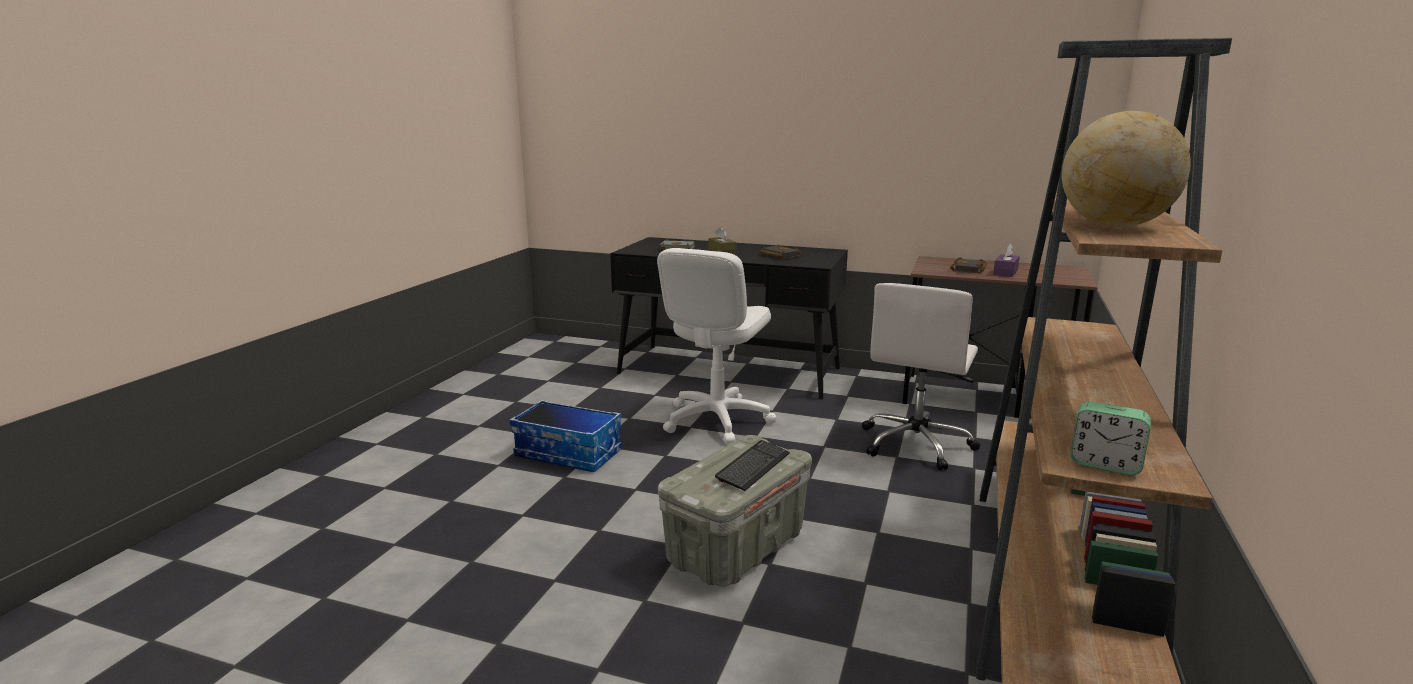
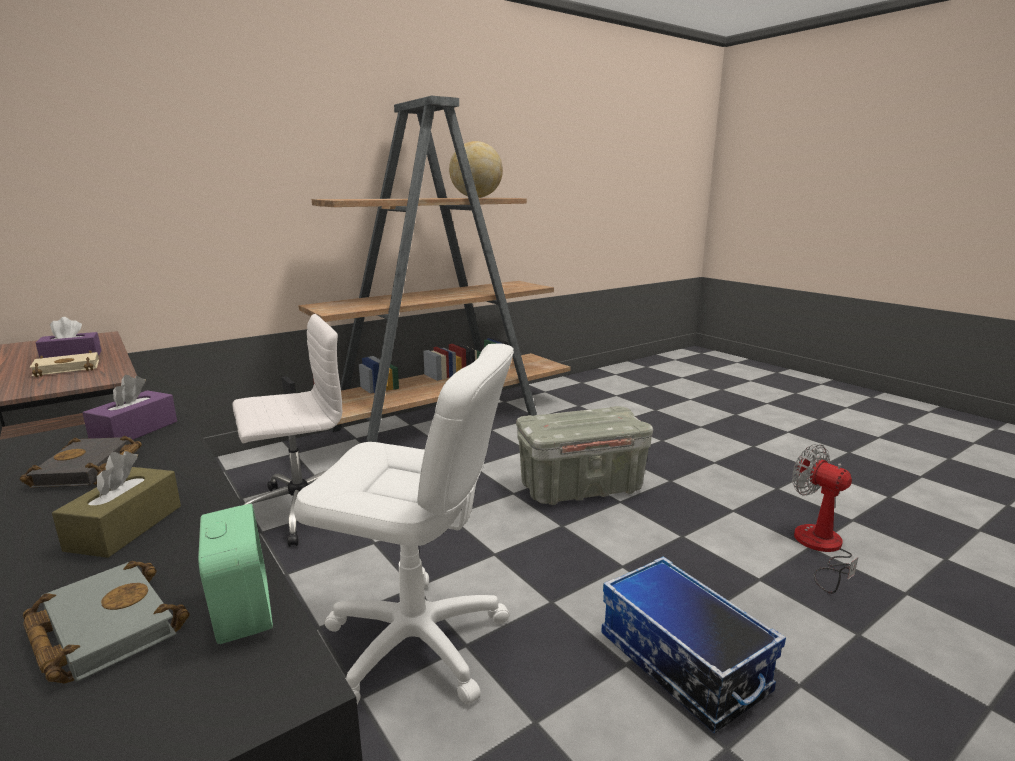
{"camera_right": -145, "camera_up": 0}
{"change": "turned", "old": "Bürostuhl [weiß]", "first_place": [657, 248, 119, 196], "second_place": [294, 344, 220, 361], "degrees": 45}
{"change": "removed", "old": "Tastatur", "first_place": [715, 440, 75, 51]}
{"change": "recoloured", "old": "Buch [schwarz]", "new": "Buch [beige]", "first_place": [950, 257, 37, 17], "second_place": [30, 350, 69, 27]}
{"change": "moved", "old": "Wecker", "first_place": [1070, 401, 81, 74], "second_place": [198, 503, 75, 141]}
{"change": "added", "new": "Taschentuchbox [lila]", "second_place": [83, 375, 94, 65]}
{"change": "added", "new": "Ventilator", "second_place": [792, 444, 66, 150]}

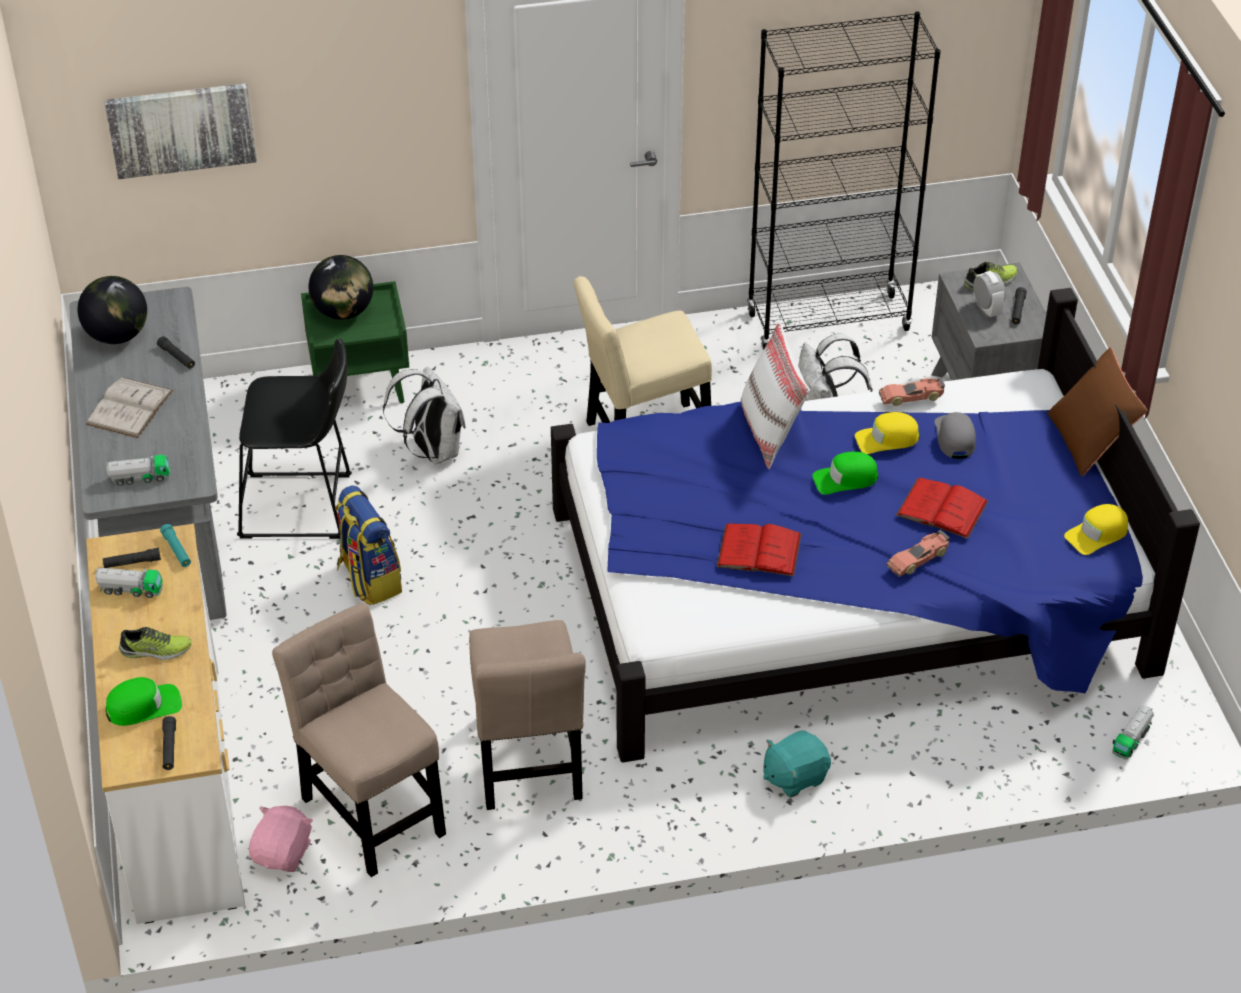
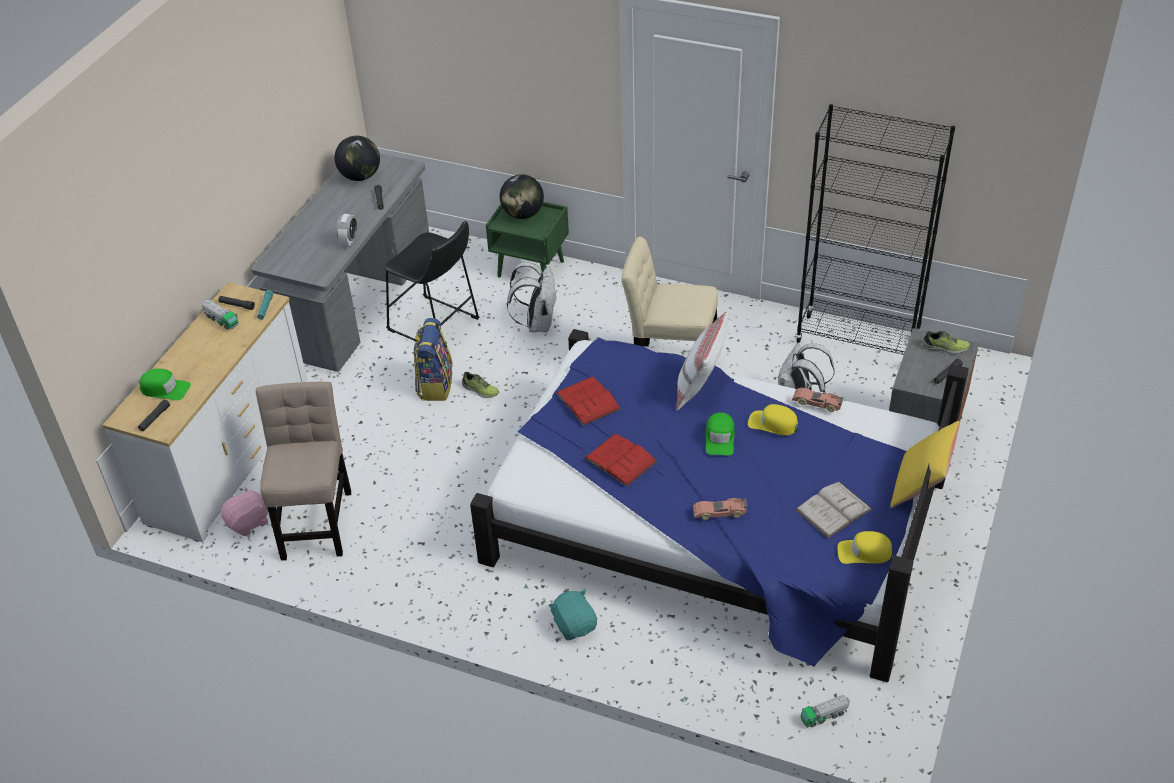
{"camera_right": 35, "camera_up": 0}
{"change": "moved", "old": "Buch [weiß]", "first_place": [86, 377, 87, 61], "second_place": [796, 482, 76, 56]}
{"change": "removed", "old": "Bild", "first_place": [104, 83, 153, 96]}
{"change": "removed", "old": "Spielzeuglaster", "first_place": [106, 454, 64, 32]}
{"change": "moved", "old": "Schuh", "first_place": [119, 627, 72, 33], "second_place": [462, 372, 37, 26]}
{"change": "removed", "old": "Stuhl [beige]", "first_place": [469, 620, 117, 190]}
{"change": "turned", "old": "Plüschtier [türkis]", "first_place": [763, 730, 68, 68], "second_place": [548, 589, 49, 51], "degrees": 60}
{"change": "turned", "old": "Kappe [grün]", "first_place": [812, 451, 66, 44], "second_place": [706, 412, 29, 44], "degrees": -105}
{"change": "moved", "old": "Buch [rot]", "first_place": [896, 478, 92, 61], "second_place": [556, 376, 65, 50]}
{"change": "removed", "old": "Kappe [grau]", "first_place": [934, 412, 42, 47]}
{"change": "moved", "old": "Wecker", "first_place": [973, 271, 33, 47], "second_place": [336, 214, 21, 33]}
{"change": "recoloured", "old": "Kissen [braun]", "new": "Kissen [gelb]", "first_place": [1048, 347, 99, 130], "second_place": [890, 421, 70, 87]}

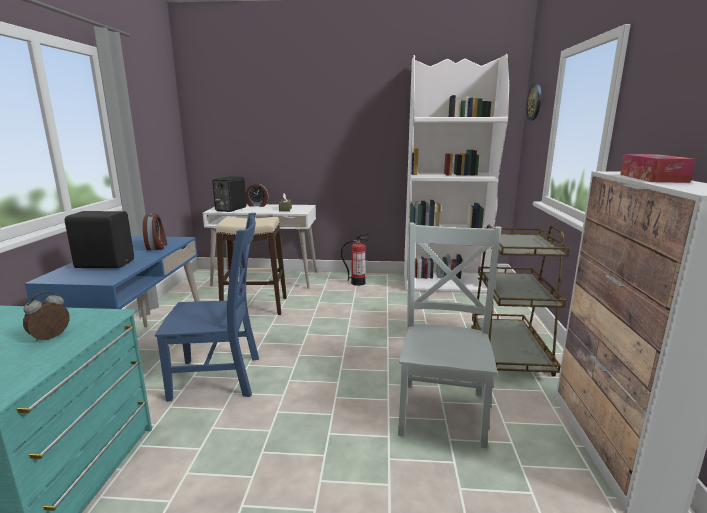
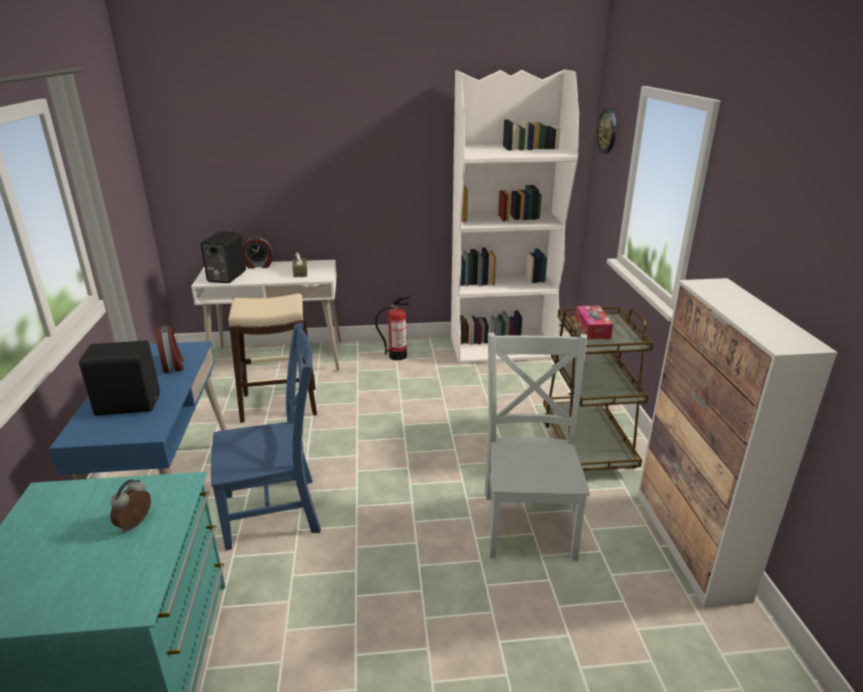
{"camera_right": -10, "camera_up": 10}
{"change": "moved", "old": "Taschentuchbox", "first_place": [620, 154, 76, 29], "second_place": [575, 306, 38, 33]}

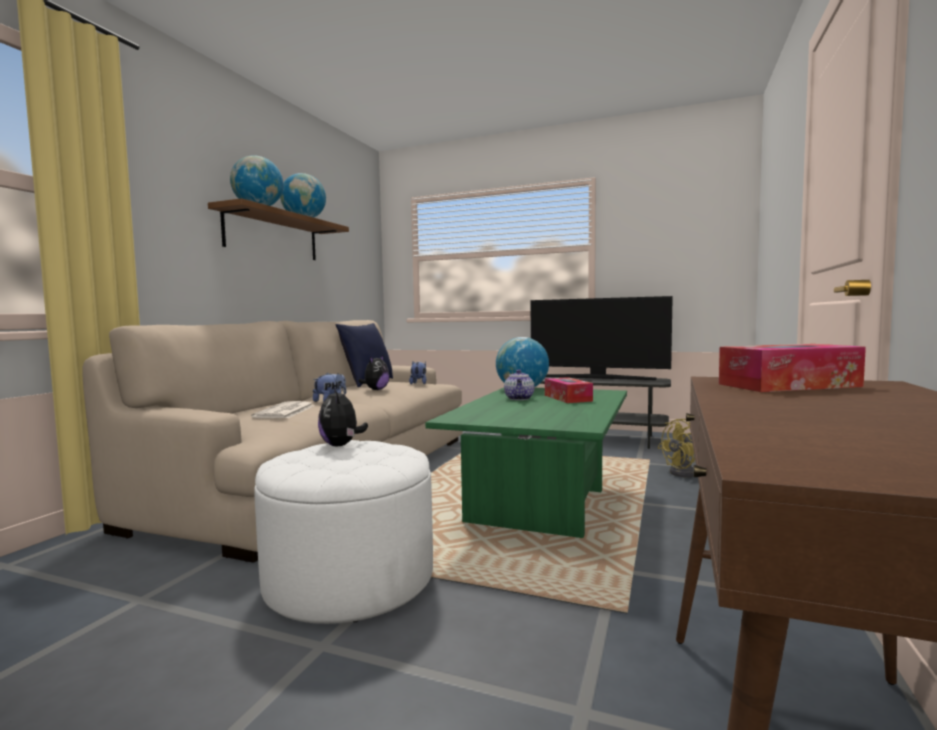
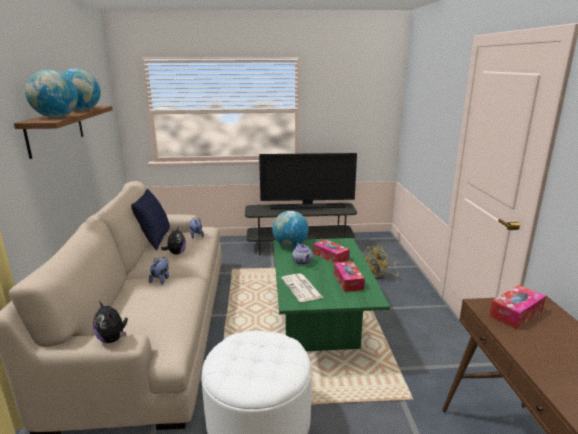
{"camera_right": -25, "camera_up": 15}
{"change": "moved", "old": "Zeitung", "first_place": [251, 401, 62, 17], "second_place": [281, 274, 42, 28]}
{"change": "moved", "old": "Plüschtier", "first_place": [318, 388, 50, 58], "second_place": [93, 301, 35, 42]}
{"change": "added", "new": "Taschentuchbox", "second_place": [334, 261, 31, 31]}

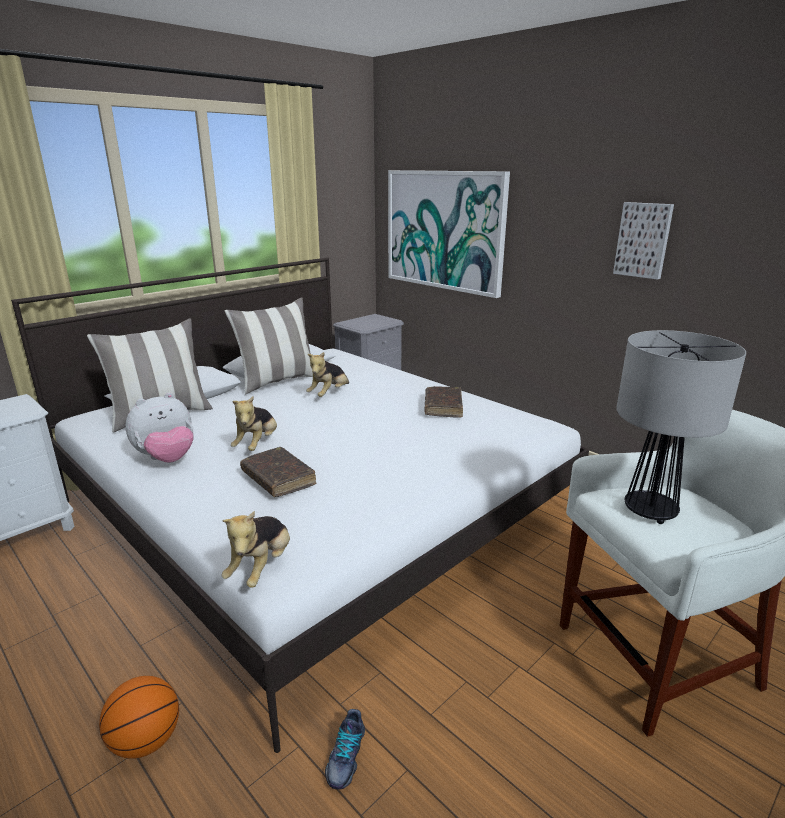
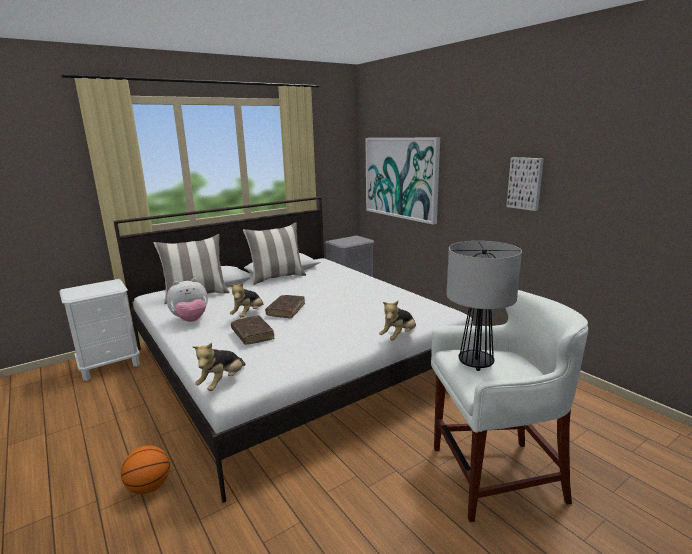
{"camera_right": 10, "camera_up": -5}
{"change": "moved", "old": "Plüschtier", "first_place": [306, 352, 43, 45], "second_place": [379, 301, 37, 40]}
{"change": "removed", "old": "Schuh", "first_place": [325, 709, 40, 81]}
{"change": "moved", "old": "Buch [braun]", "first_place": [424, 386, 39, 32], "second_place": [265, 295, 40, 23]}

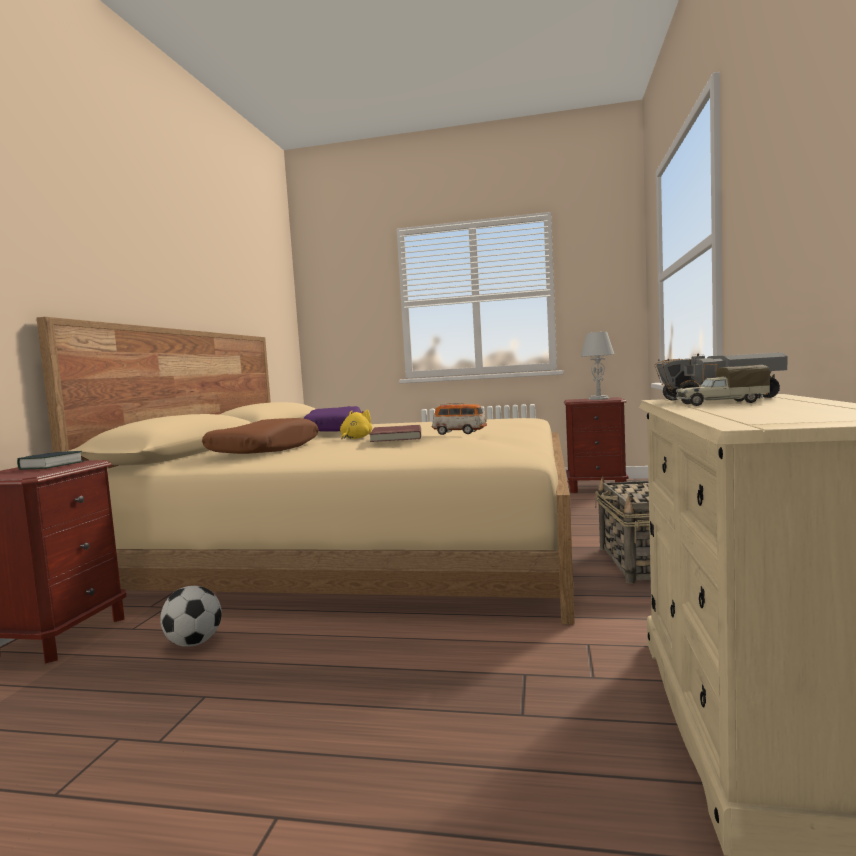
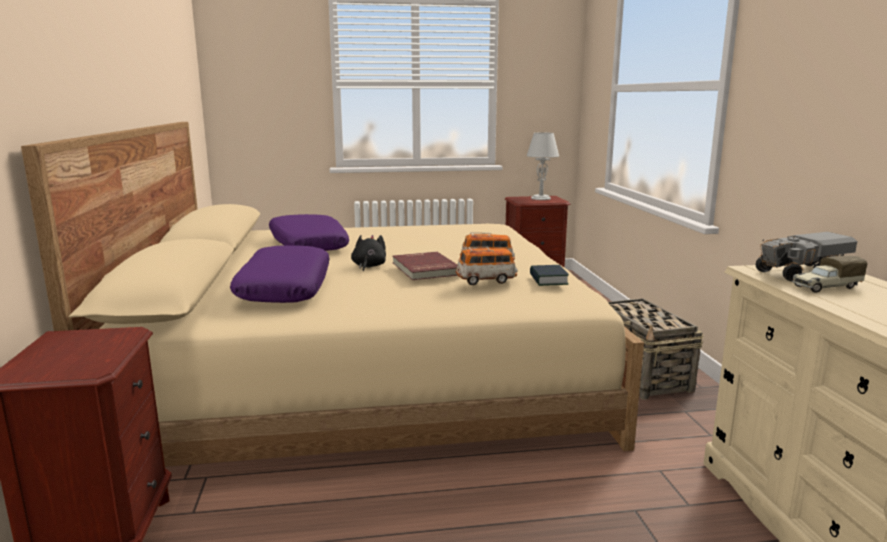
{"camera_right": -20, "camera_up": 10}
{"change": "moved", "old": "Buch", "first_place": [17, 451, 67, 19], "second_place": [530, 265, 39, 21]}
{"change": "removed", "old": "Fußball", "first_place": [160, 586, 62, 61]}
{"change": "recoloured", "old": "Kissen [braun]", "new": "Kissen [lila]", "first_place": [202, 418, 117, 36], "second_place": [230, 245, 100, 58]}
{"change": "recoloured", "old": "Plüschtier [gelb]", "new": "Plüschtier [schwarz]", "first_place": [340, 410, 32, 29], "second_place": [351, 235, 35, 36]}
{"change": "added", "new": "Spielzeugauto", "second_place": [456, 247, 62, 38]}

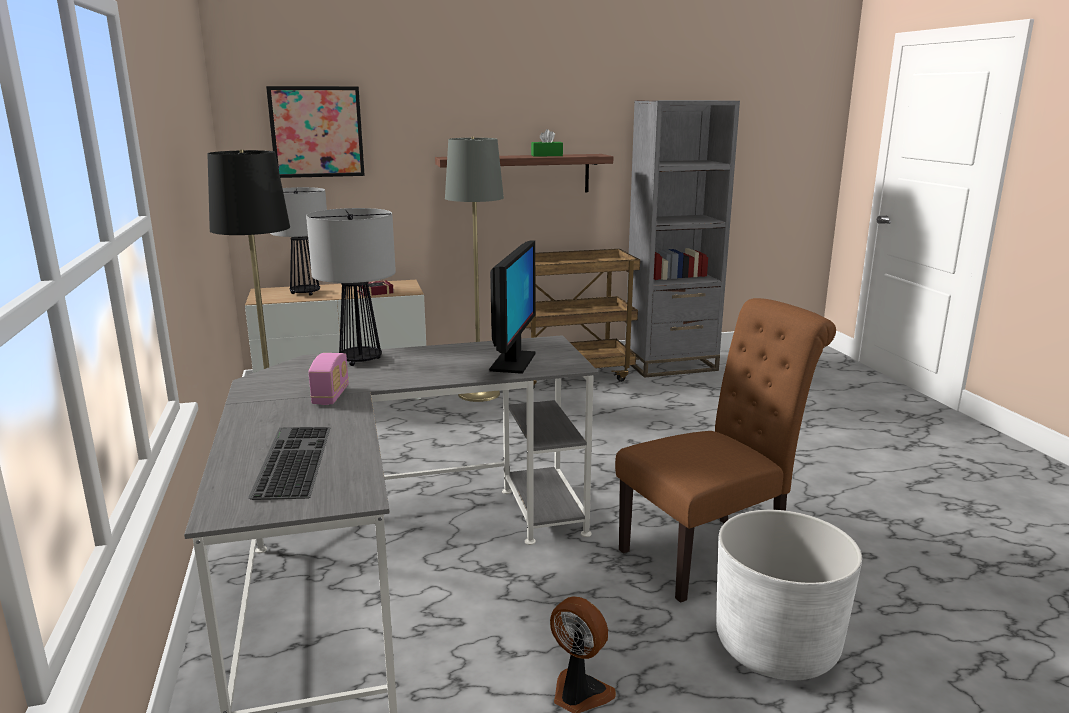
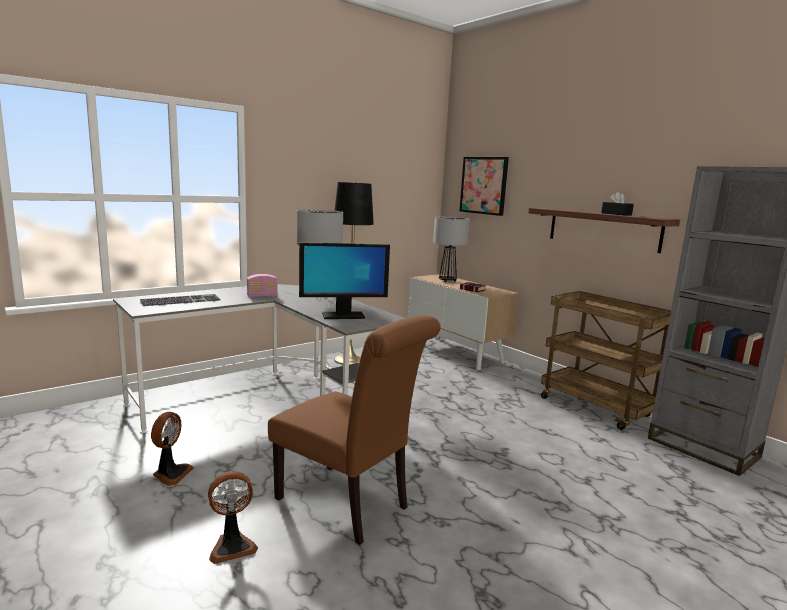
{"camera_right": 65, "camera_up": -5}
{"change": "removed", "old": "Stehlampe [grau]", "first_place": [445, 137, 59, 265]}
{"change": "recoloured", "old": "Taschentuchbox [grün]", "new": "Taschentuchbox [schwarz]", "first_place": [531, 129, 32, 28], "second_place": [601, 192, 33, 23]}
{"change": "replaced", "old": "Pflanzkübel [weiß]", "new": "Ventilator", "first_place": [716, 510, 146, 170], "second_place": [208, 471, 50, 93]}

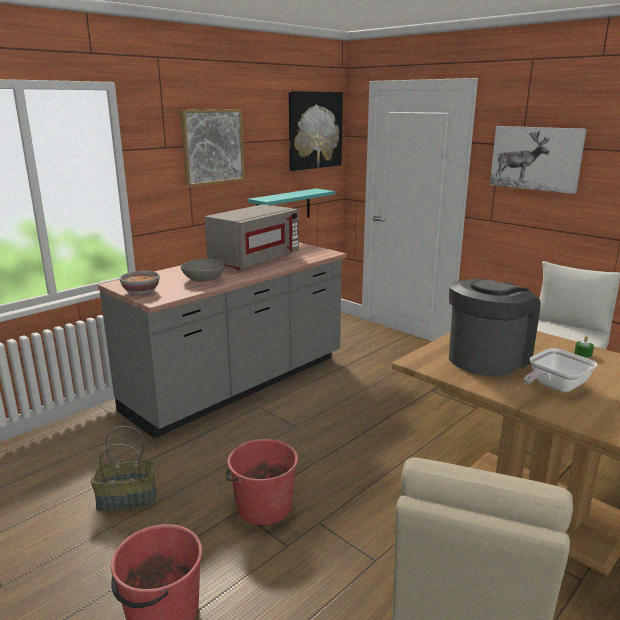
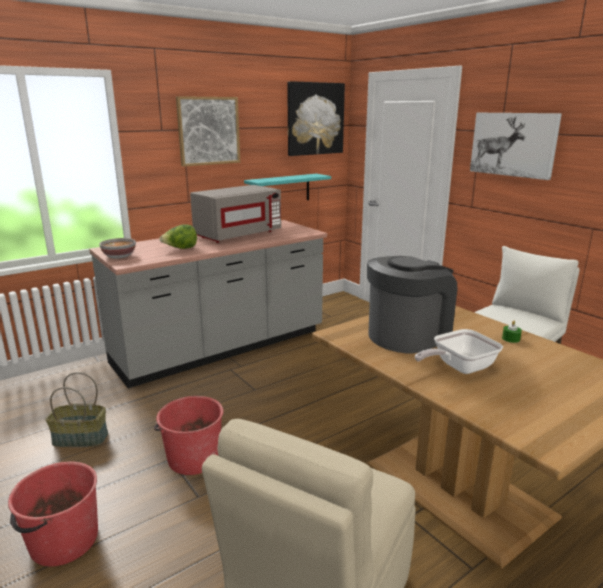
{"camera_right": 10, "camera_up": 0}
{"change": "replaced", "old": "Schüssel [grau]", "new": "Salatkopf", "first_place": [181, 259, 44, 23], "second_place": [159, 224, 38, 25]}

